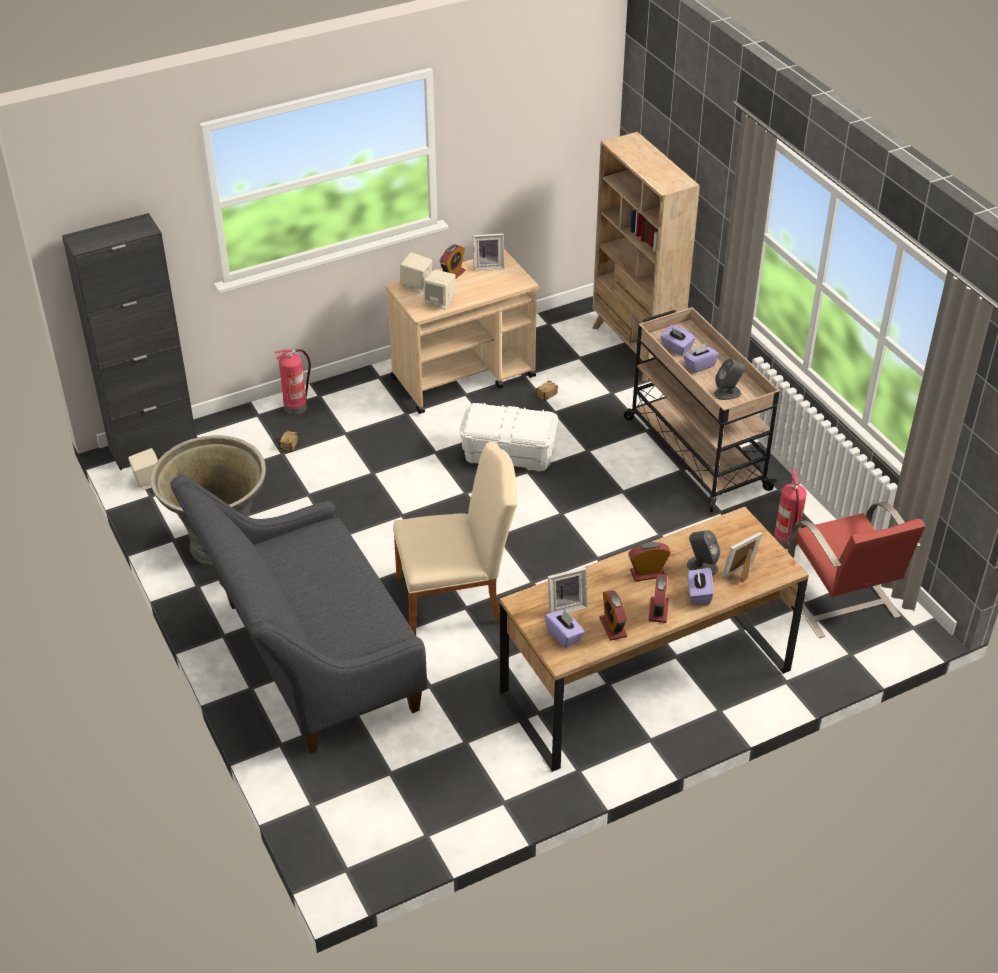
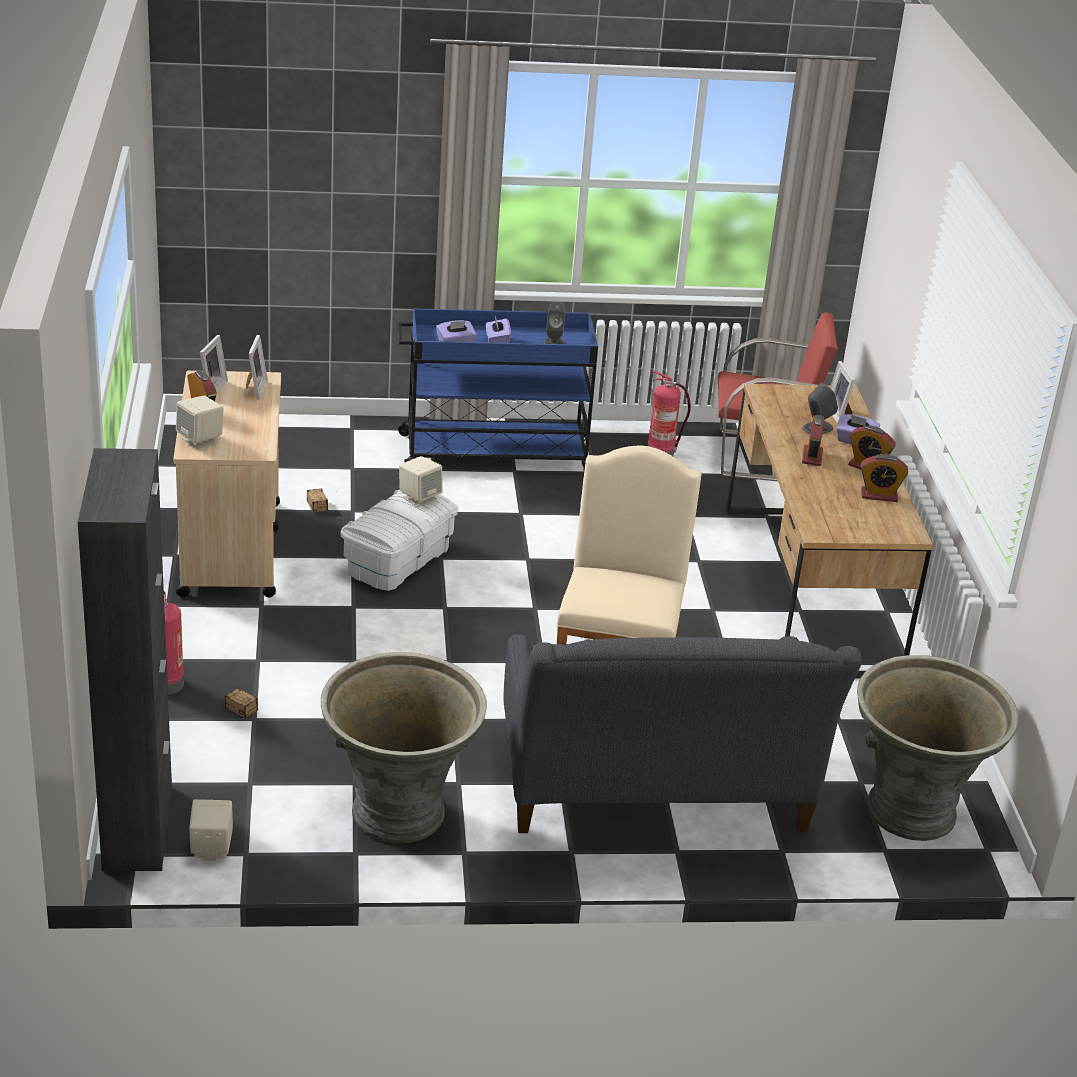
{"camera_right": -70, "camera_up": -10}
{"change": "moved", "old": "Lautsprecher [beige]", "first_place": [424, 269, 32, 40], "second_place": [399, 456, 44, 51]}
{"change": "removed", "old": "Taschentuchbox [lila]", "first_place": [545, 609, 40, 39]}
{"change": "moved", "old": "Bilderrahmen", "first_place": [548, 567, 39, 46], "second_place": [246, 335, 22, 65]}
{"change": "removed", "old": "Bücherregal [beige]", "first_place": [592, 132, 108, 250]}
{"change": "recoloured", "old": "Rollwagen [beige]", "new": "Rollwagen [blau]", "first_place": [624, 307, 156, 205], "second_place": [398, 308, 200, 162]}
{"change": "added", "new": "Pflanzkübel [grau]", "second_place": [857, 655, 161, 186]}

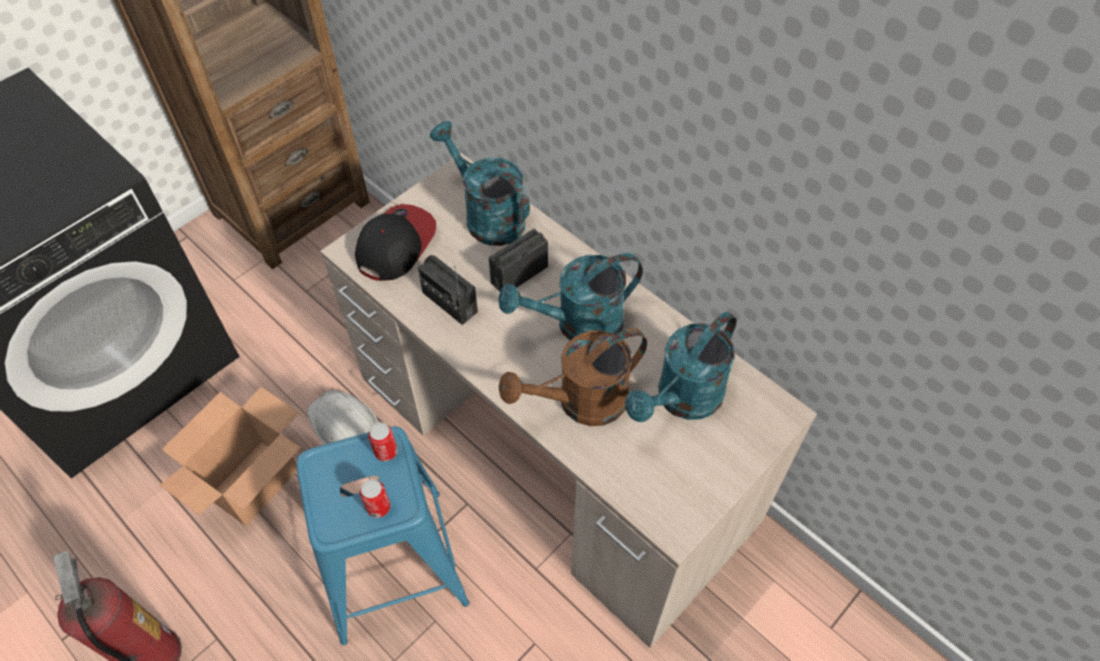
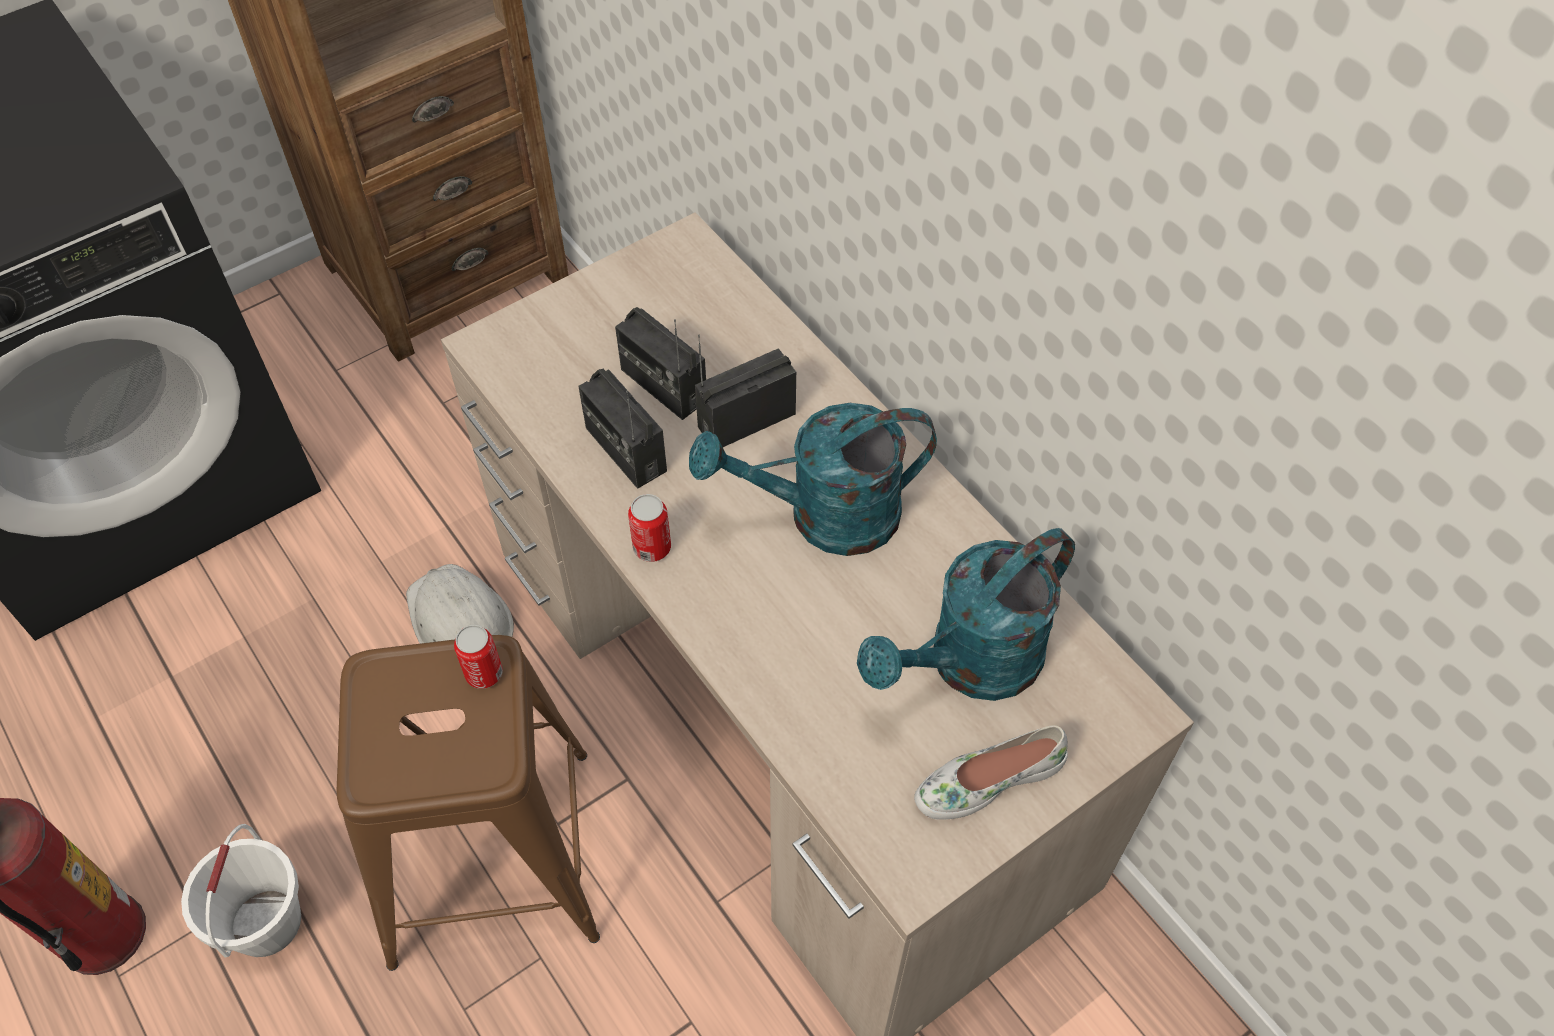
{"camera_right": 10, "camera_up": 0}
{"change": "removed", "old": "Karton", "first_place": [160, 387, 141, 139]}
{"change": "recoloured", "old": "Hocker [blau]", "new": "Hocker [braun]", "first_place": [296, 427, 173, 218], "second_place": [337, 635, 263, 336]}
{"change": "removed", "old": "Kappe", "first_place": [355, 204, 81, 77]}
{"change": "moved", "old": "Dose", "first_place": [360, 479, 31, 39], "second_place": [628, 494, 43, 68]}
{"change": "removed", "old": "Gießkanne [türkis]", "first_place": [430, 121, 100, 125]}
{"change": "removed", "old": "Gießkanne [braun]", "first_place": [499, 328, 149, 98]}
{"change": "added", "new": "Eimer [weiß]", "second_place": [181, 824, 120, 133]}
{"change": "added", "new": "Radio", "second_place": [615, 307, 91, 113]}
{"change": "added", "new": "Schuh [weiß]", "second_place": [914, 725, 154, 95]}

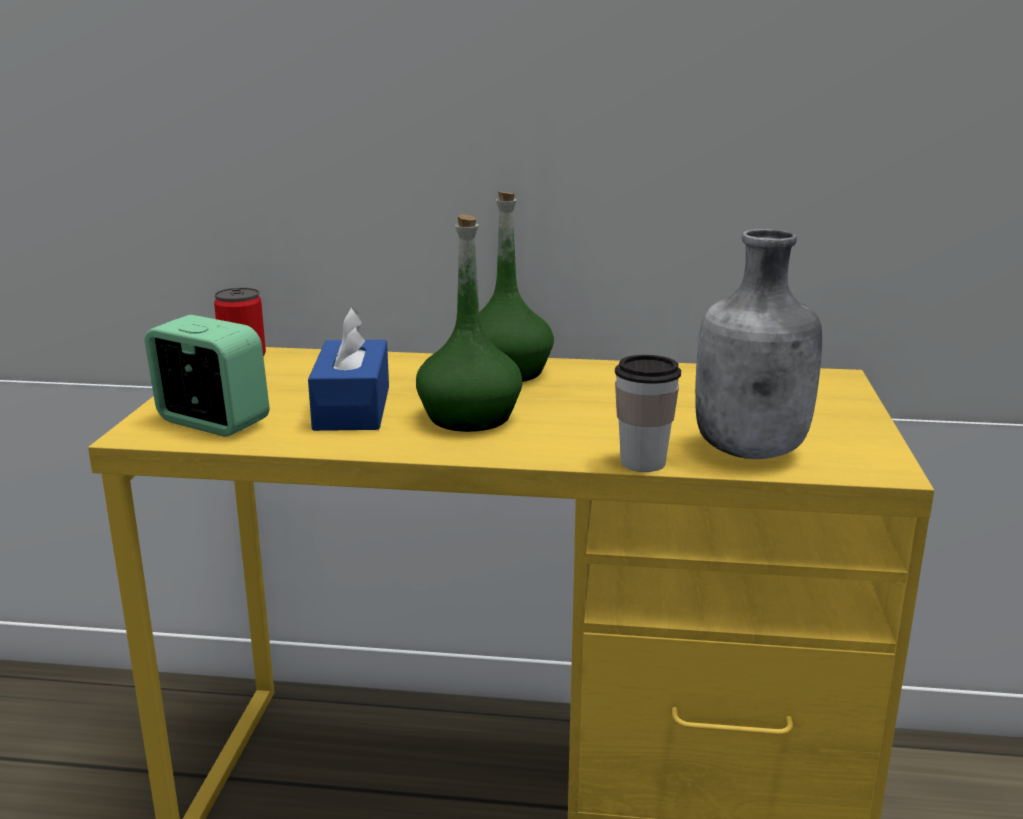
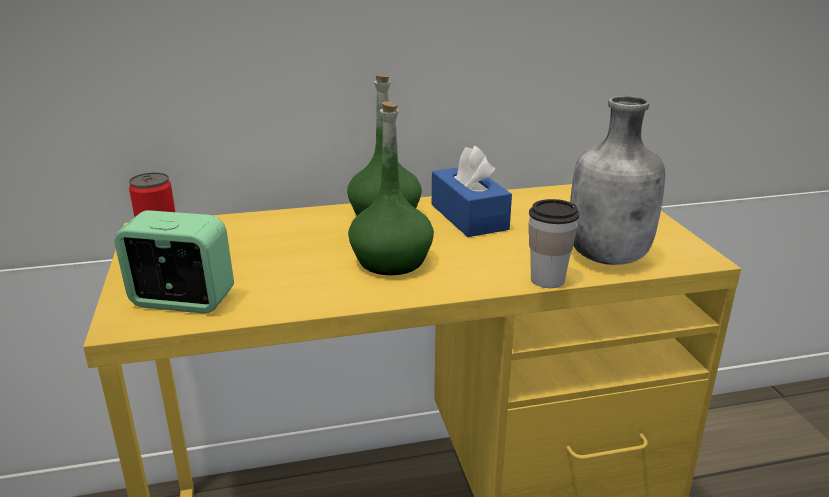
{"camera_right": -20, "camera_up": 5}
{"change": "moved", "old": "Taschentuchbox [blau]", "first_place": [308, 307, 81, 124], "second_place": [432, 145, 80, 92]}

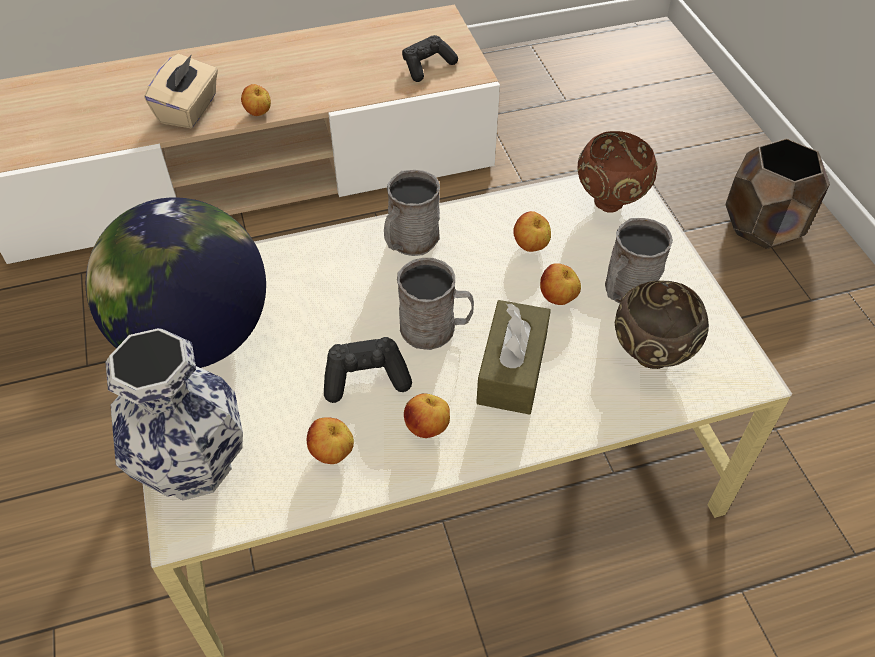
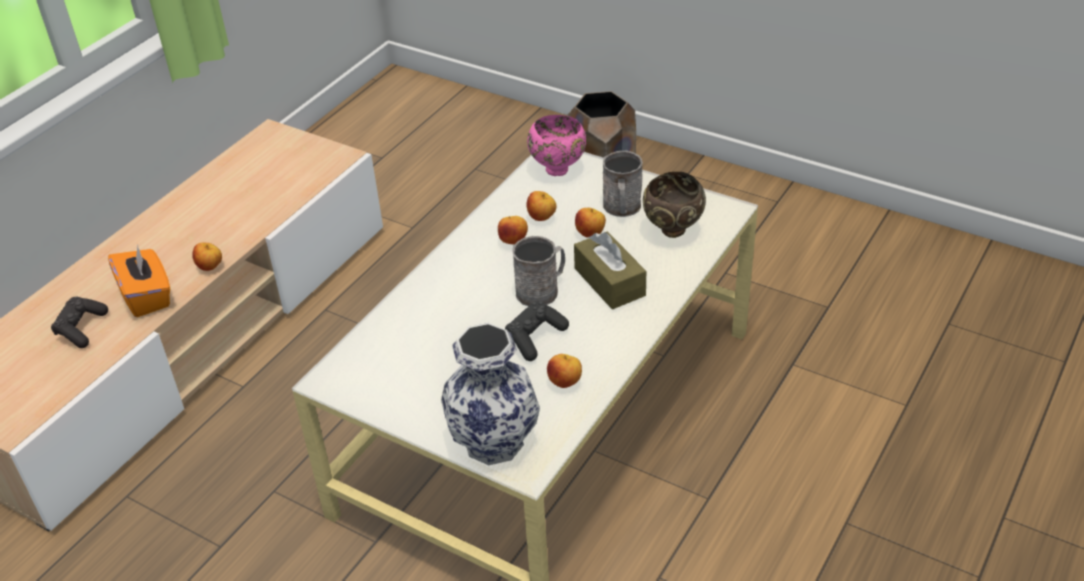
{"camera_right": -40, "camera_up": -10}
{"change": "removed", "old": "Globus", "first_place": [86, 197, 180, 171]}
{"change": "recoloured", "old": "Taschentuchbox [beige]", "new": "Taschentuchbox [orange]", "first_place": [144, 54, 74, 74], "second_place": [108, 245, 62, 72]}
{"change": "removed", "old": "Henkelbecher [grau]", "first_place": [384, 170, 56, 86]}
{"change": "moved", "old": "Gamepad [schwarz]", "first_place": [402, 35, 56, 47], "second_place": [51, 296, 57, 52]}
{"change": "moved", "old": "Apfel", "first_place": [404, 393, 46, 45], "second_place": [498, 216, 30, 29]}
{"change": "recoloured", "old": "Schüssel [braun]", "new": "Schüssel [rosa]", "first_place": [578, 131, 79, 82], "second_place": [527, 115, 59, 61]}

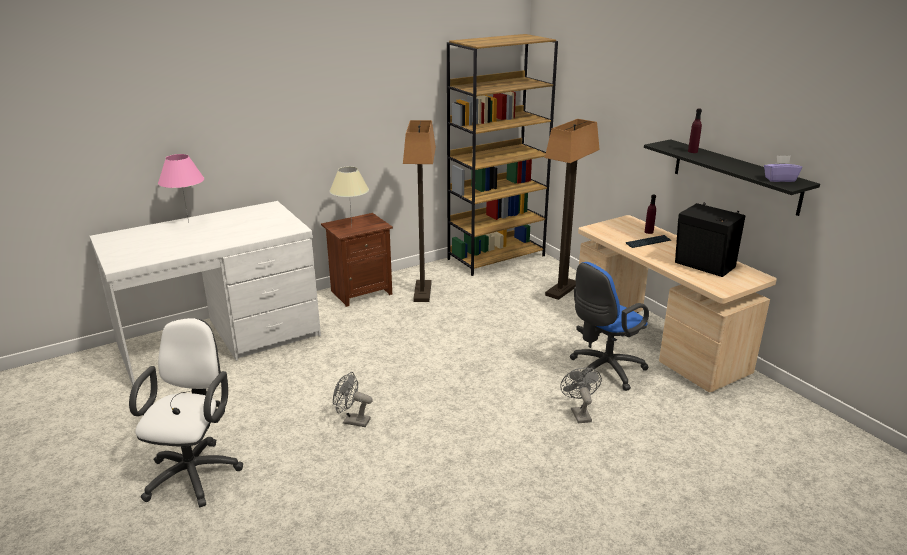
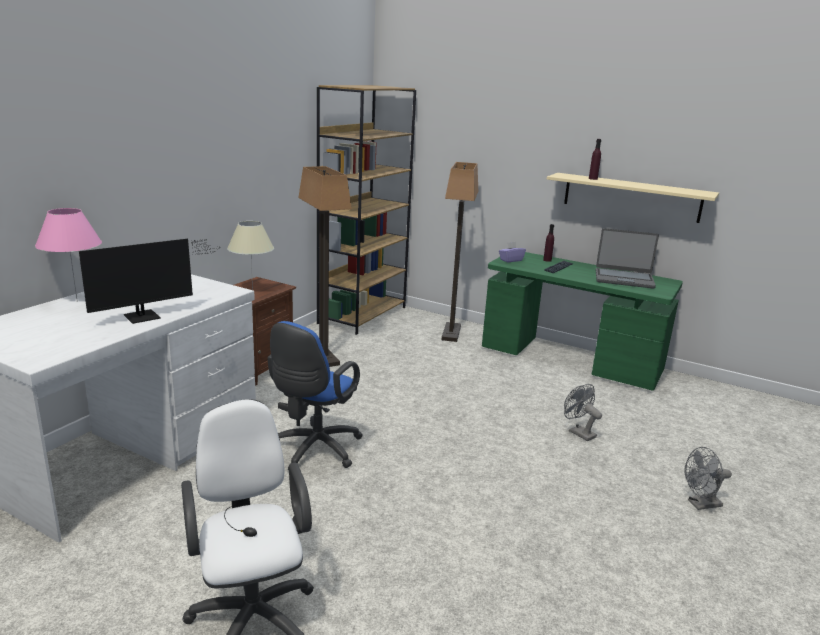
{"camera_right": -30, "camera_up": -5}
{"change": "moved", "old": "Ventilator [grau]", "first_place": [333, 372, 40, 55], "second_place": [684, 447, 48, 63]}
{"change": "moved", "old": "Bürostuhl [blau]", "first_place": [570, 262, 79, 129], "second_place": [267, 321, 96, 149]}
{"change": "recoloured", "old": "Schreibtisch [beige]", "new": "Schreibtisch [grün]", "first_place": [578, 215, 199, 177], "second_place": [482, 252, 201, 139]}
{"change": "recoloured", "old": "Wandregal [schwarz]", "new": "Wandregal [beige]", "first_place": [644, 139, 176, 77], "second_place": [547, 173, 172, 50]}
{"change": "replaced", "old": "Lautsprecher [schwarz]", "new": "Laptop", "first_place": [675, 203, 71, 74], "second_place": [596, 228, 63, 61]}
{"change": "moved", "old": "Taschentuchbox [lila]", "first_place": [764, 156, 38, 26], "second_place": [499, 242, 27, 20]}
{"change": "added", "new": "Monitor", "second_place": [79, 239, 138, 85]}

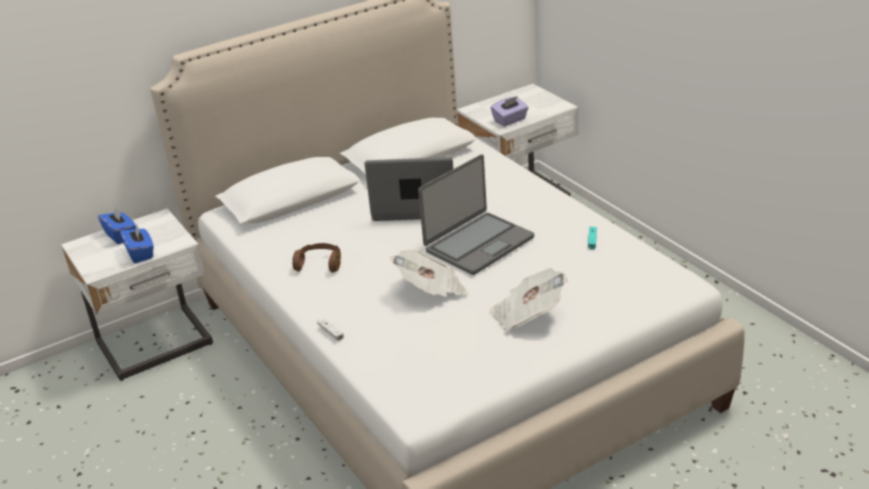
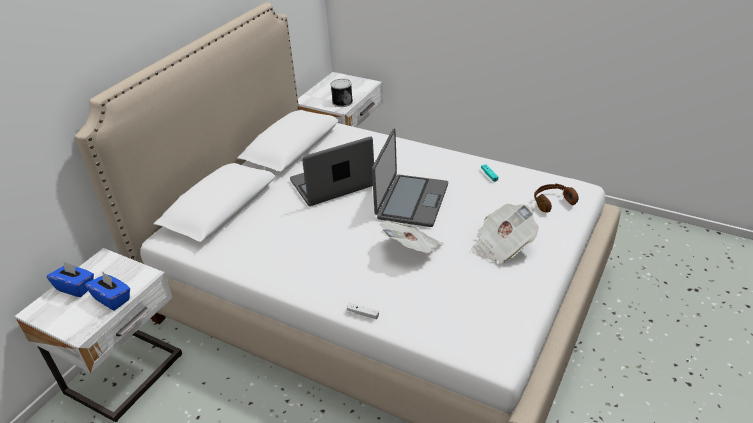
{"camera_right": -30, "camera_up": 5}
{"change": "moved", "old": "Kopfhörer [braun]", "first_place": [292, 243, 49, 30], "second_place": [534, 184, 44, 29]}
{"change": "replaced", "old": "Taschentuchbox [lila]", "new": "Dose", "first_place": [490, 96, 39, 30], "second_place": [331, 79, 22, 28]}

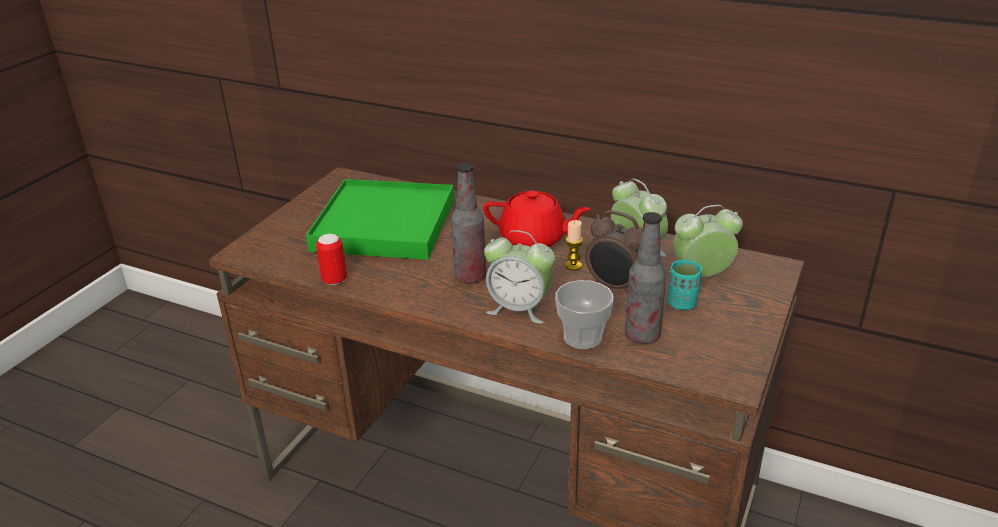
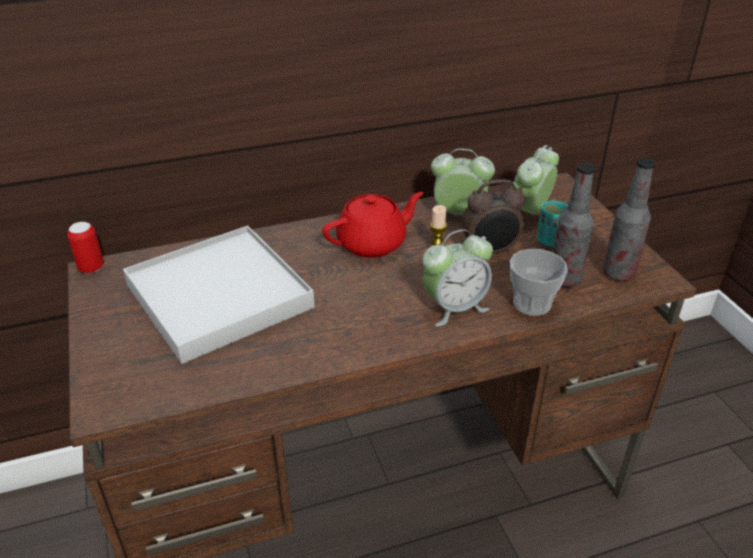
{"camera_right": -45, "camera_up": 5}
{"change": "recoloured", "old": "Tablett [grün]", "new": "Tablett [weiß]", "first_place": [306, 179, 148, 81], "second_place": [123, 226, 192, 138]}
{"change": "moved", "old": "Dose", "first_place": [316, 234, 31, 51], "second_place": [67, 222, 37, 51]}
{"change": "moved", "old": "Flasche", "first_place": [451, 163, 35, 121], "second_place": [602, 158, 54, 123]}

